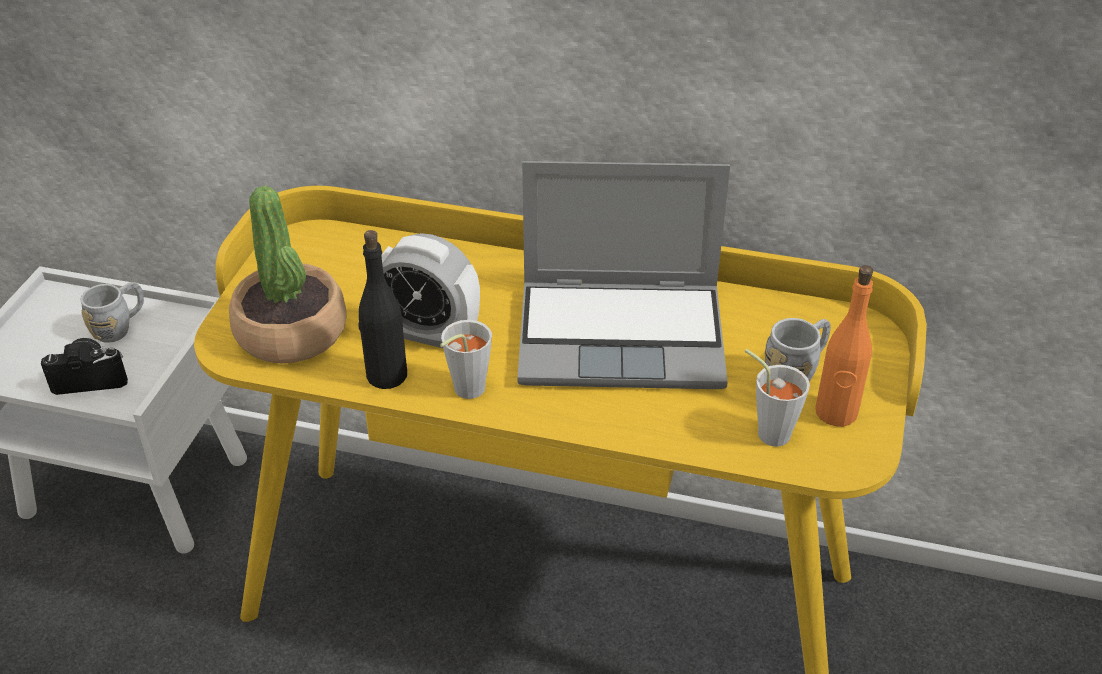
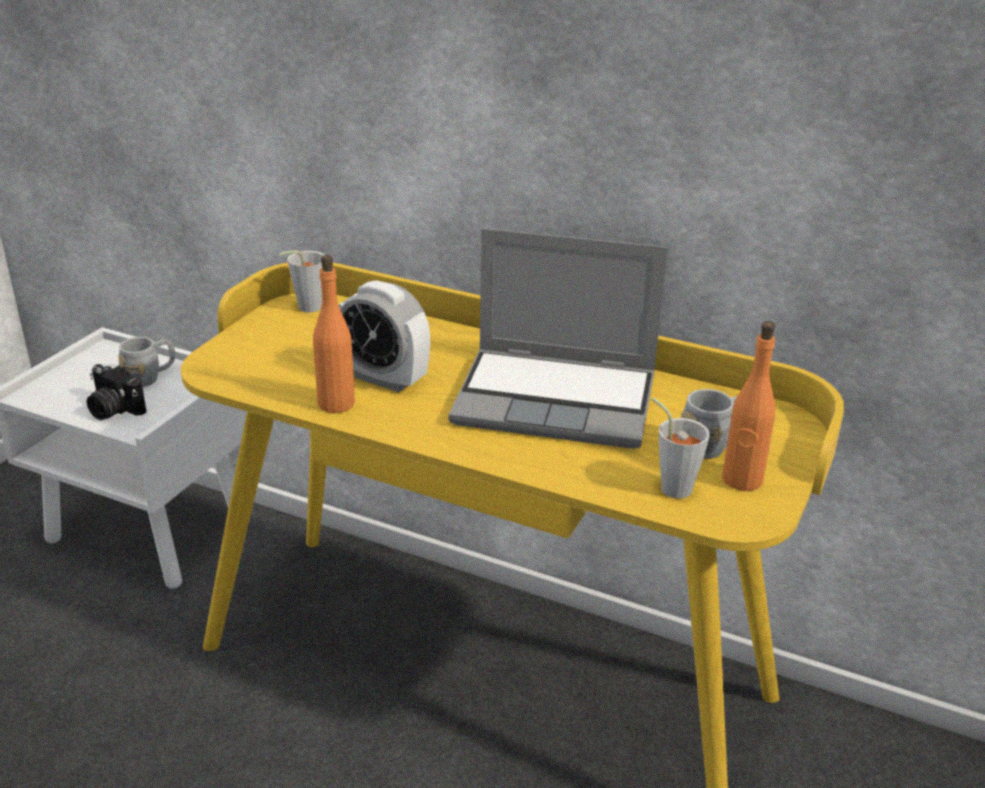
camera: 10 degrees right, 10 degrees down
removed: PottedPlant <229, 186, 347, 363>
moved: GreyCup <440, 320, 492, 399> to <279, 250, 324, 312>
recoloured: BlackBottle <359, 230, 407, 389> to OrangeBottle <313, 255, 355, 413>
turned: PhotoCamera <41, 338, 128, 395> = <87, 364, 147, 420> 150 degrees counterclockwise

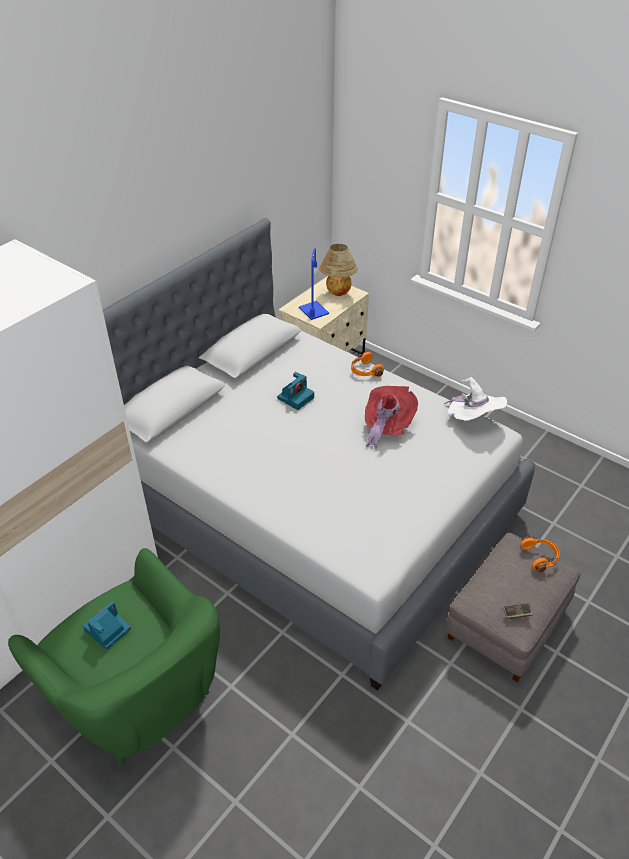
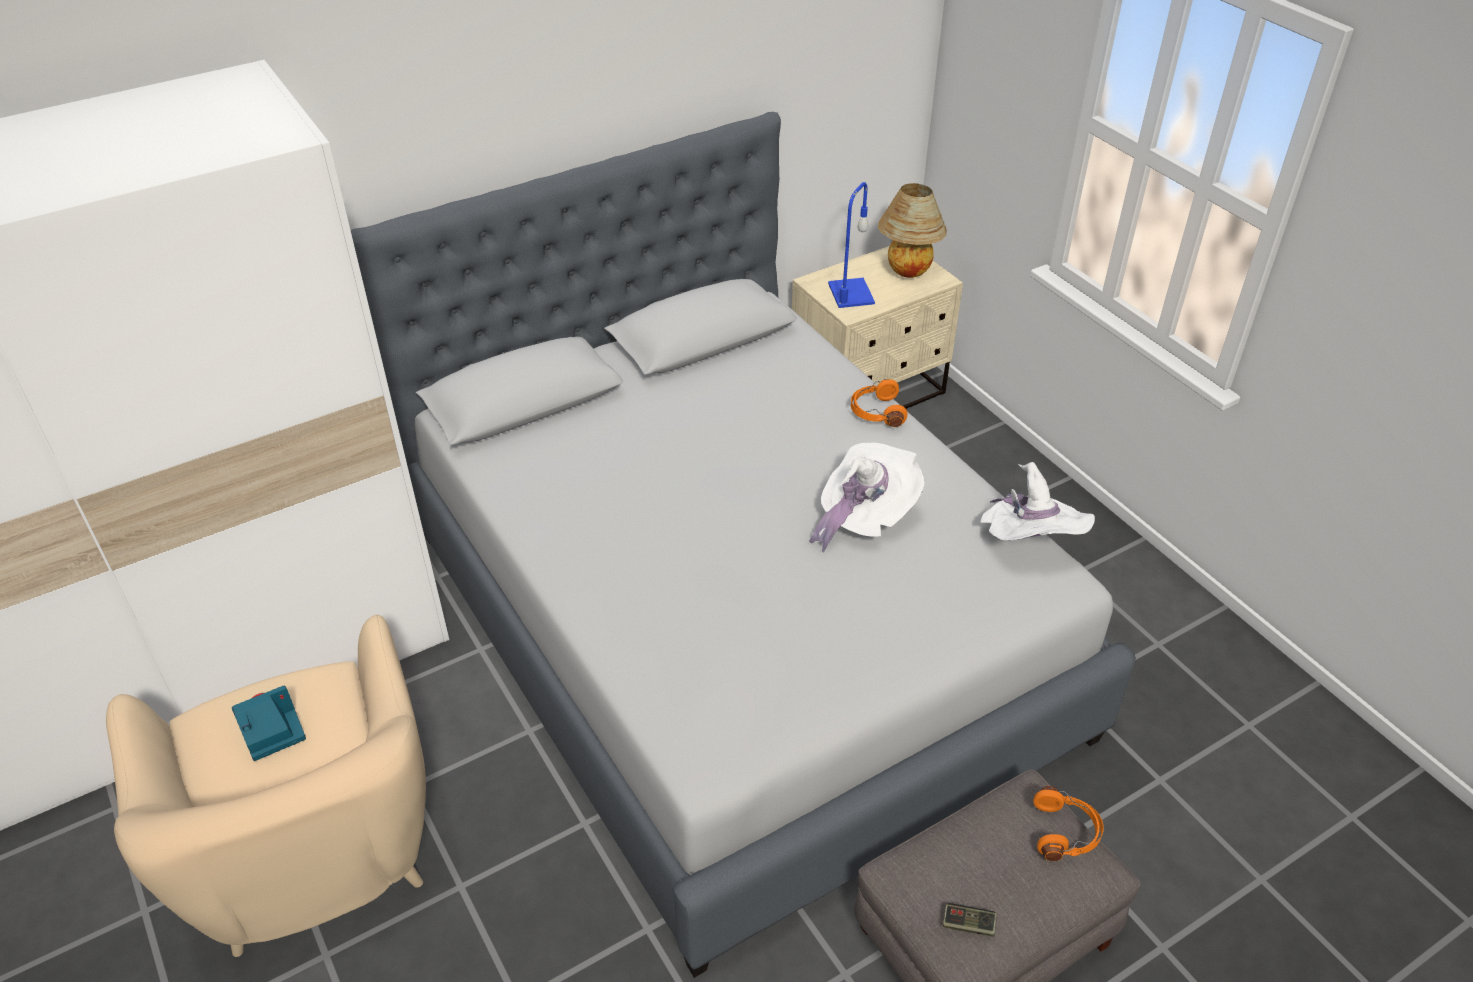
camera: 20 degrees right, 0 degrees up
removed: PhotoCamera <277, 372, 314, 410>
recoloured: GreenArmchair <8, 548, 220, 766> to BeigeArmchair <106, 615, 426, 957>; RedHat <365, 386, 418, 450> to WhiteHat <809, 443, 925, 553>

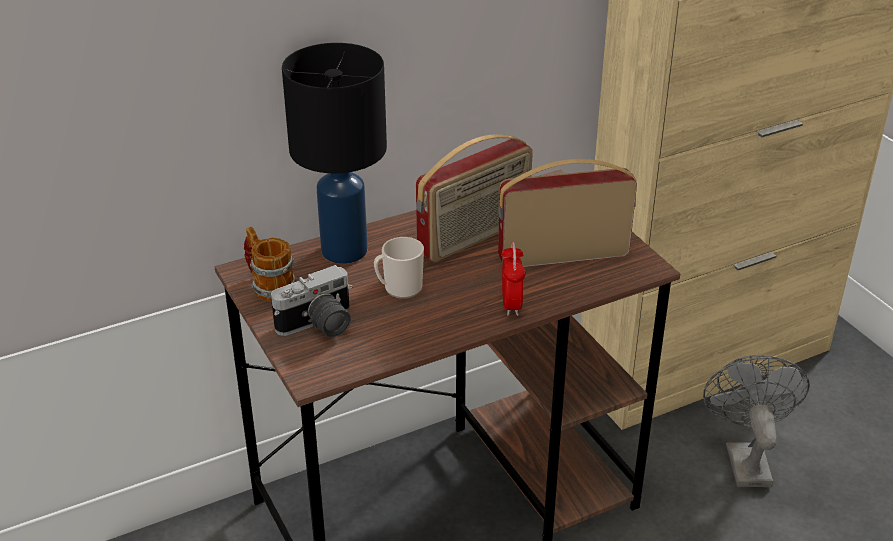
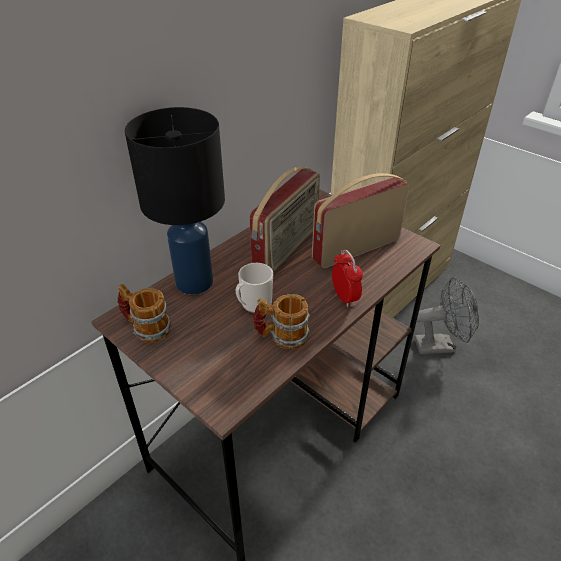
camera: 20 degrees left, 5 degrees up
removed: PhotoCamera <271, 265, 352, 337>
added: Mug <253, 294, 310, 349>
turned: GreyFan <703, 354, 810, 487> = <414, 277, 479, 354> 105 degrees clockwise

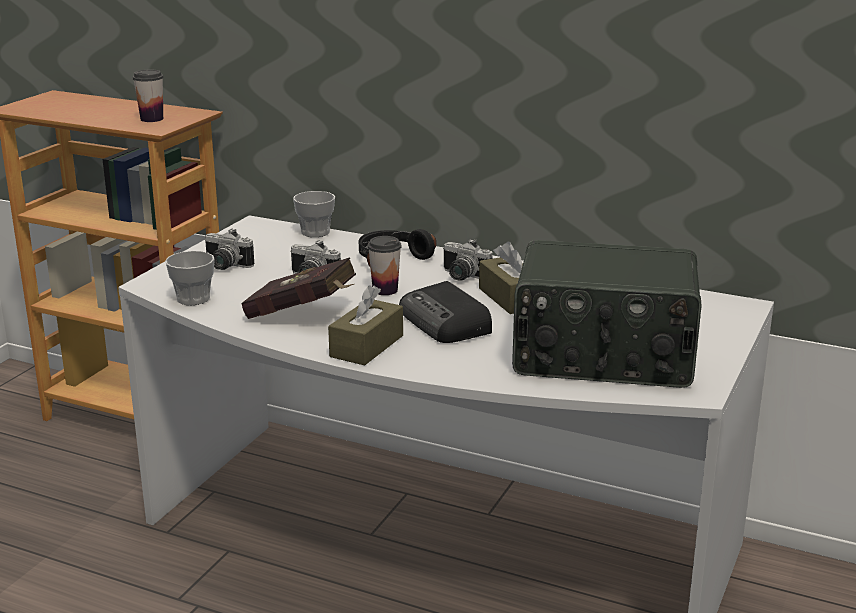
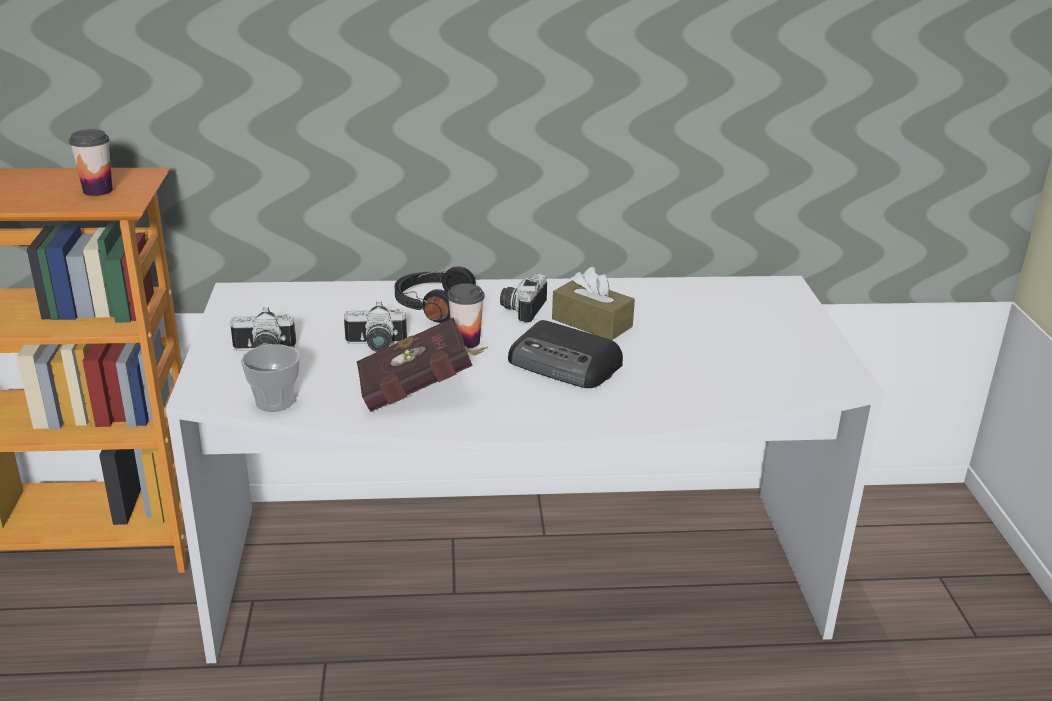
camera: 30 degrees left, 5 degrees up
removed: Cup <293, 191, 335, 237>; BrownTissueBox <328, 285, 403, 366>; Radio <512, 240, 701, 388>
turned: PhotoCamera <443, 239, 493, 281> = <500, 274, 547, 324> 105 degrees clockwise

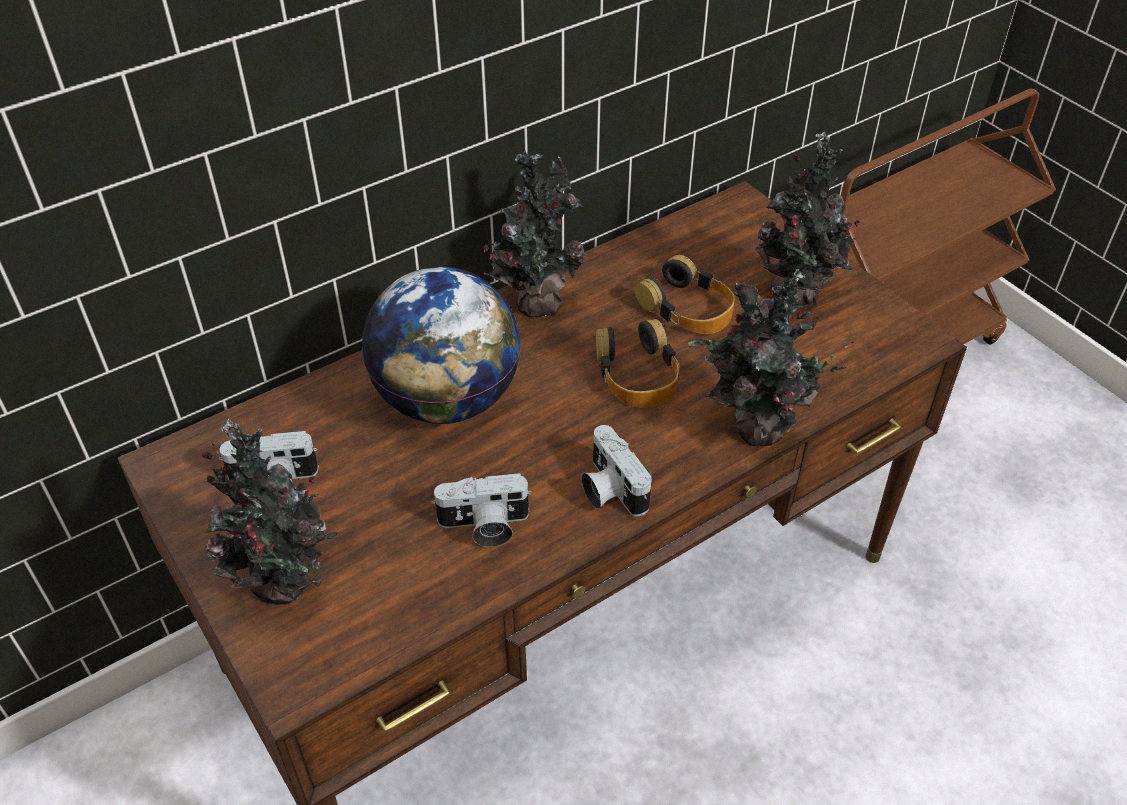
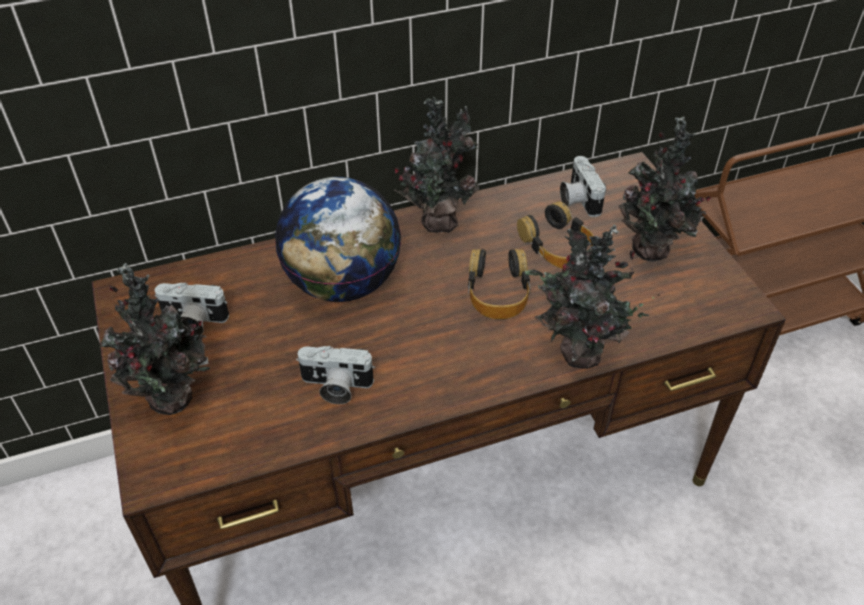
camera: 15 degrees right, 0 degrees up
moved: PhotoCamera <581, 425, 652, 517> to <560, 156, 606, 217>

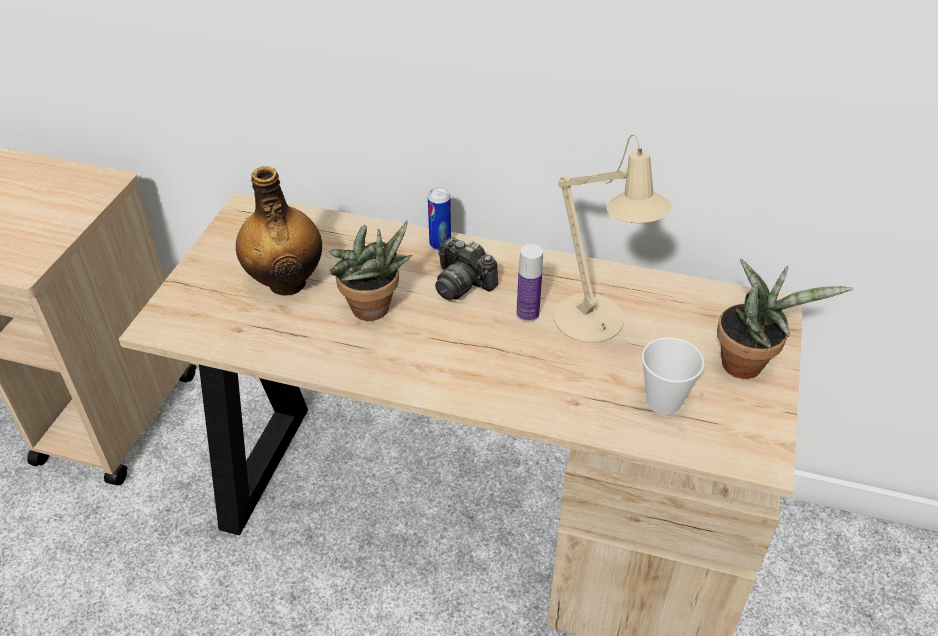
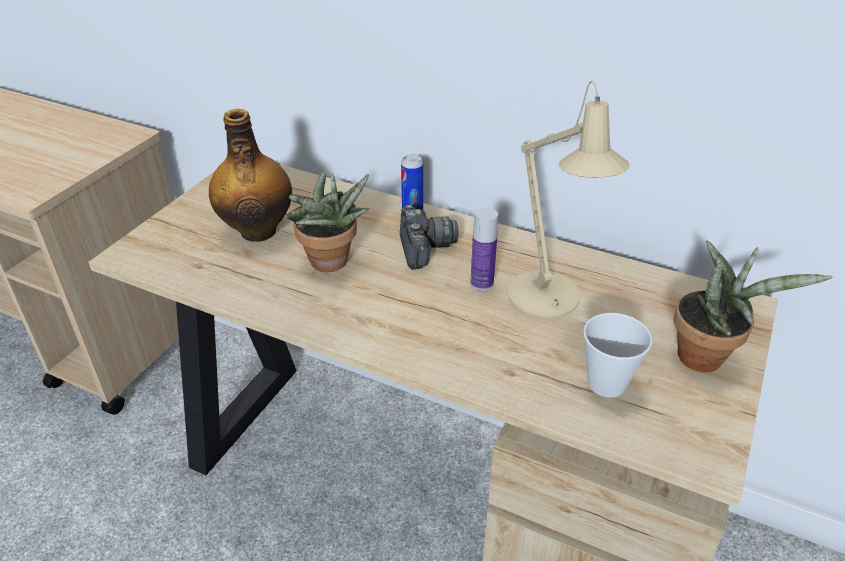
camera: 10 degrees right, 5 degrees down
turned: PhotoCamera <435, 237, 498, 300> = <400, 205, 459, 269> 150 degrees counterclockwise

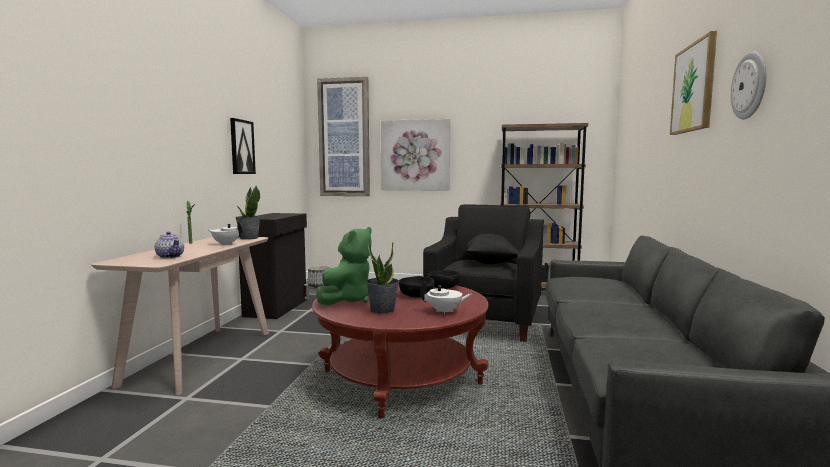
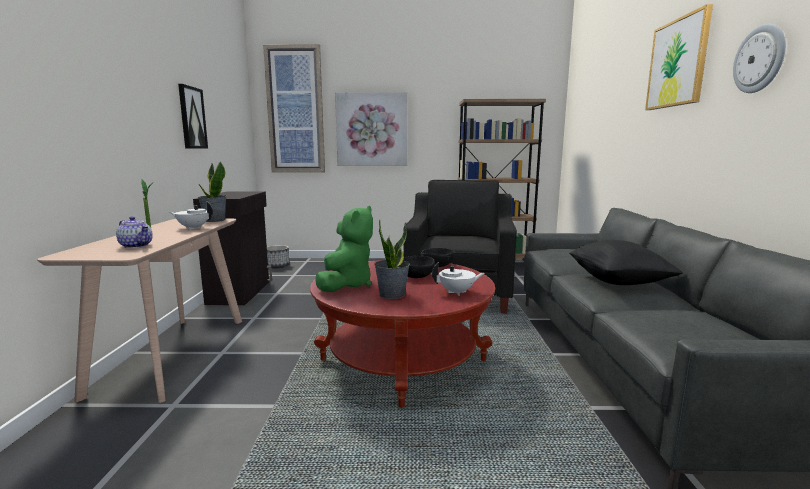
camera: 10 degrees left, 5 degrees up
moved: BlackPillow <467, 234, 519, 264> to <569, 240, 683, 285>

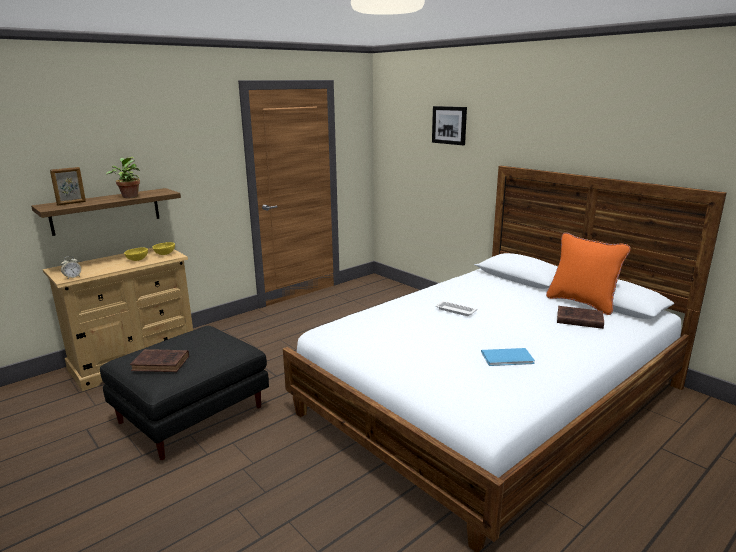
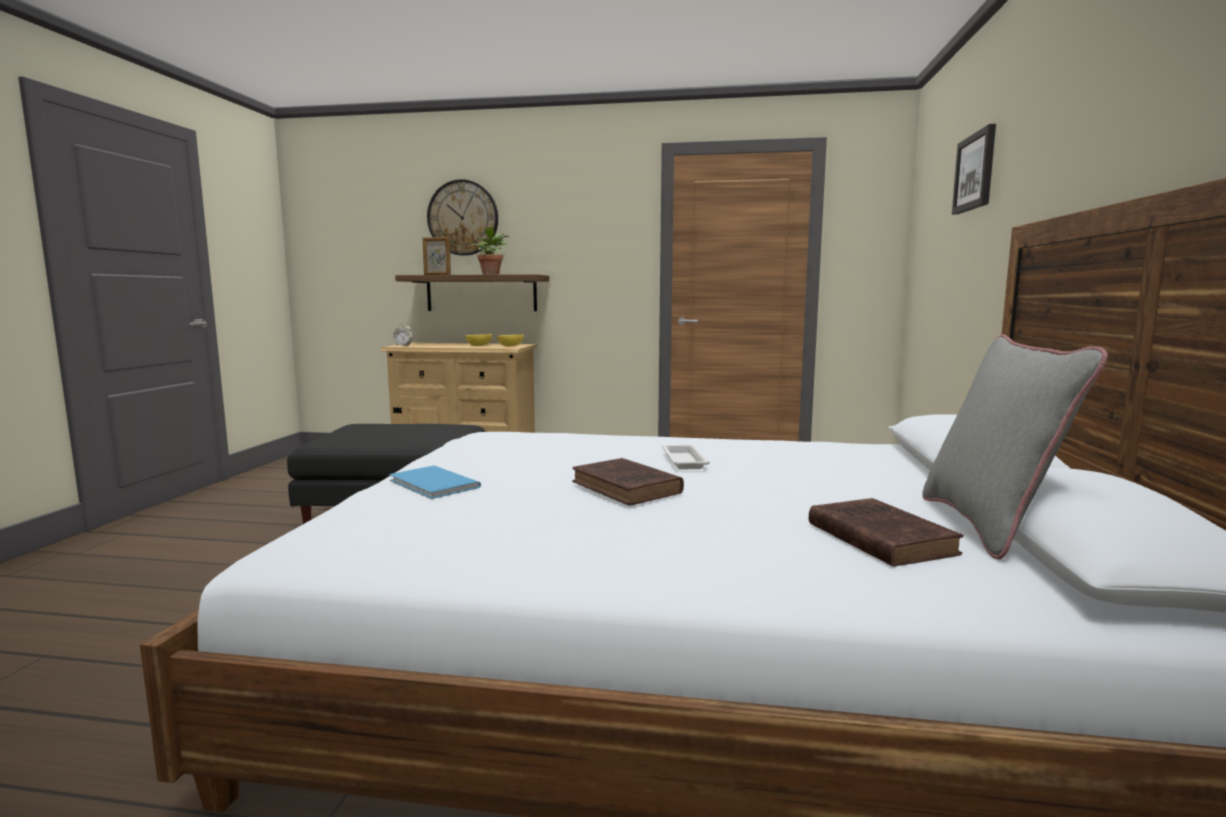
camera: 50 degrees right, 10 degrees down
added: WallClock <427, 179, 498, 256>
moved: BrownBook <130, 349, 189, 372> to <572, 458, 684, 506>; BlueBook <481, 348, 535, 366> to <389, 466, 481, 499>
recoloured: OrangePillow <546, 233, 631, 315> to GreyPillow <922, 334, 1108, 559>

